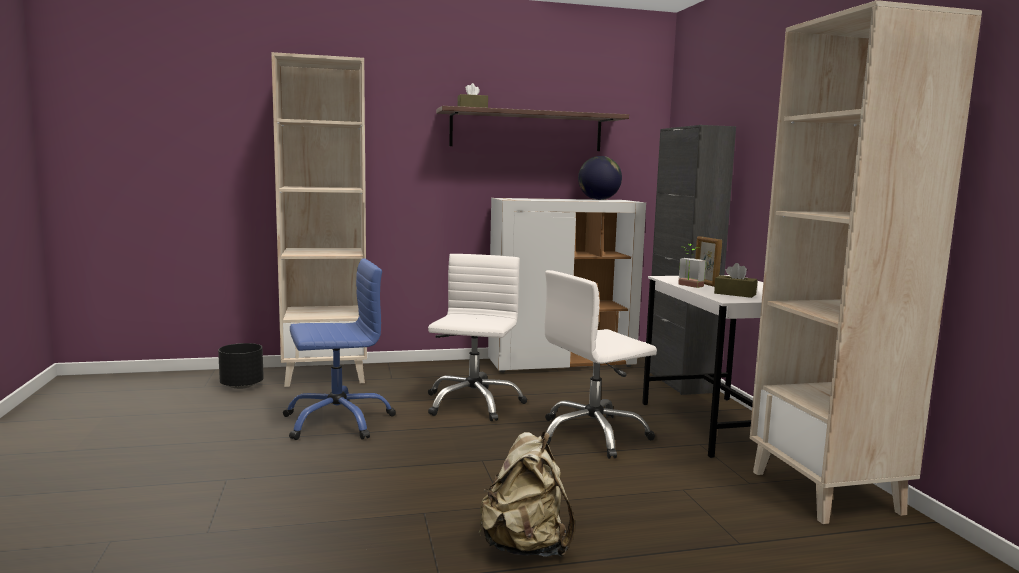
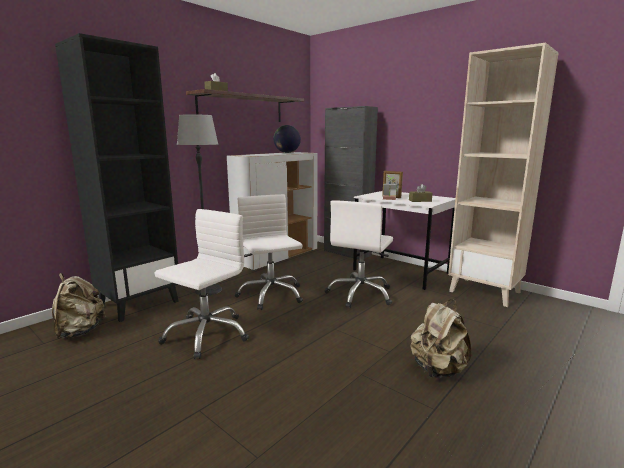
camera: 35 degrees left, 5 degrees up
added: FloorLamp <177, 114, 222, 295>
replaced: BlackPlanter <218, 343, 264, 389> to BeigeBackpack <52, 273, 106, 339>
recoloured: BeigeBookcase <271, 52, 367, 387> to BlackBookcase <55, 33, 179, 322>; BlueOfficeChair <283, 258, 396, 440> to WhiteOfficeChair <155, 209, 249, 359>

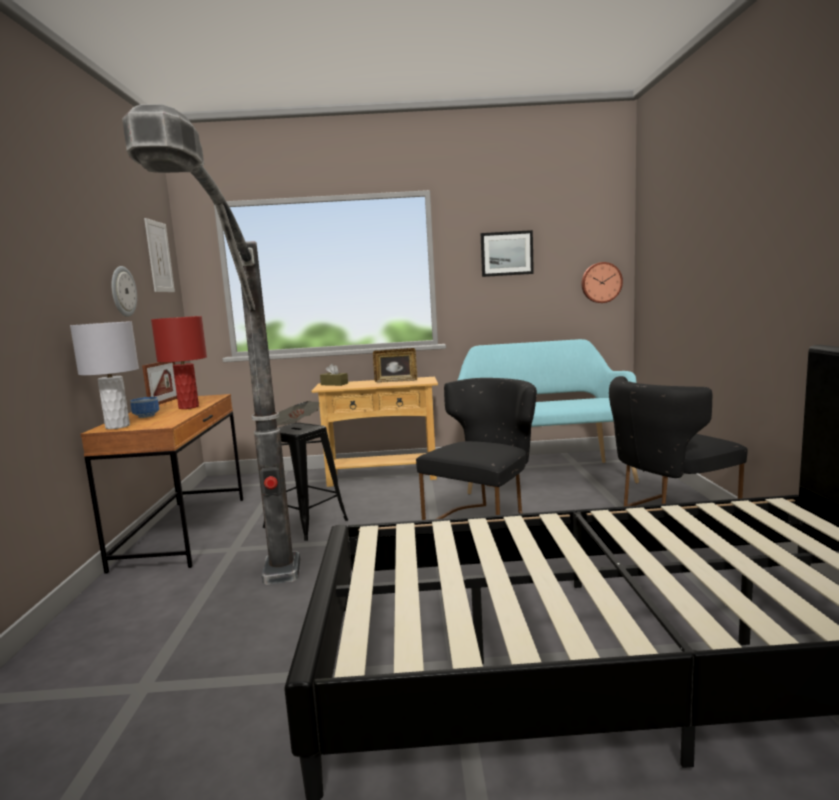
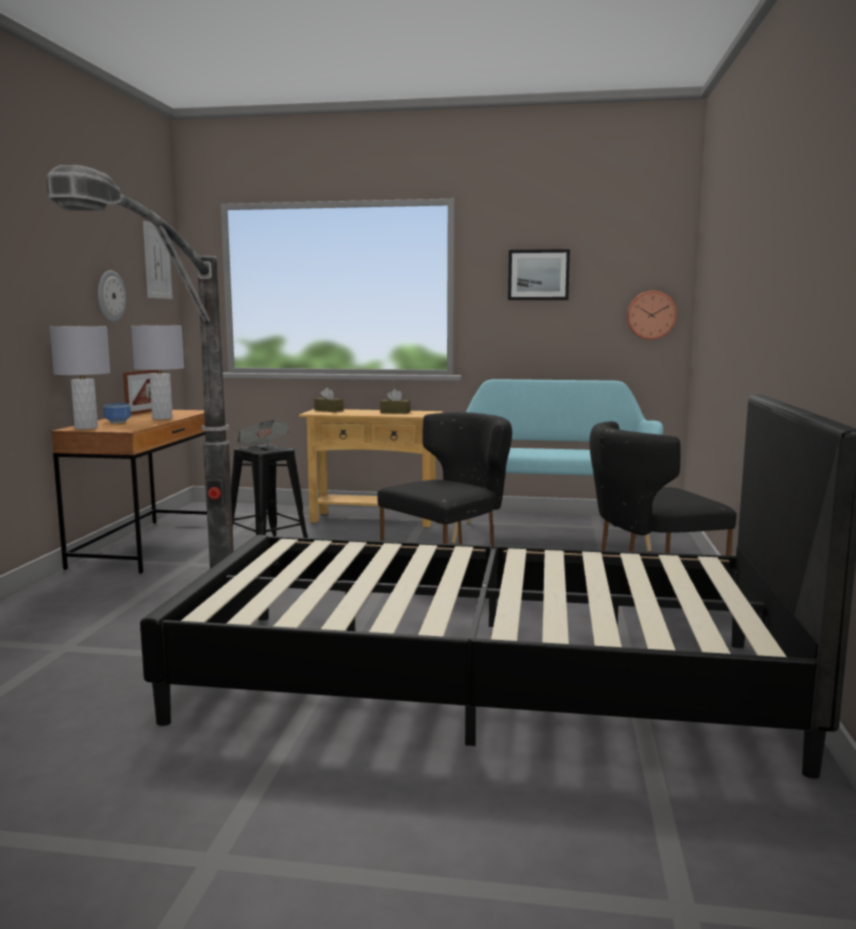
camera: 10 degrees right, 0 degrees up
replaced: PictureFrame <373, 348, 417, 383> to BrownTissueBox <380, 389, 411, 414>
recoloured: RedTableLamp <151, 316, 207, 409> to GreyTableLamp <131, 326, 184, 419>

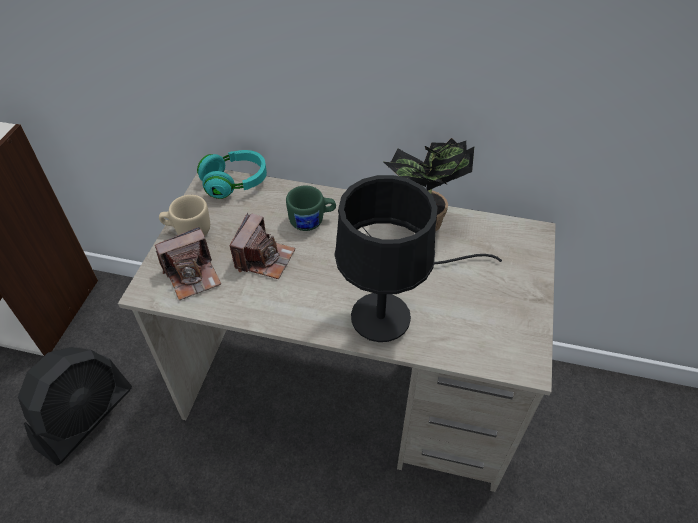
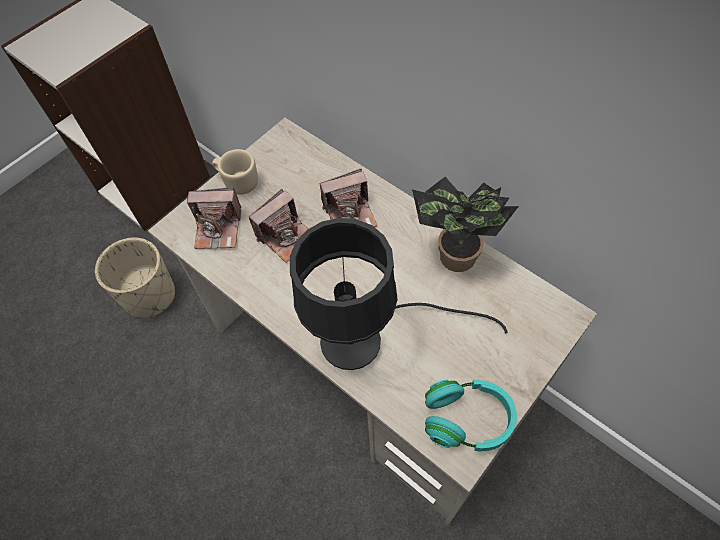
camera: 30 degrees right, 10 degrees up
moved: TurquoiseHeadphones <197, 150, 267, 199> to <425, 380, 517, 452>
replaced: BlackFan <18, 347, 132, 466> to BeigePlanter <95, 237, 175, 319>; GreenMug <286, 185, 336, 231> to PhotoCamera <320, 169, 377, 227>

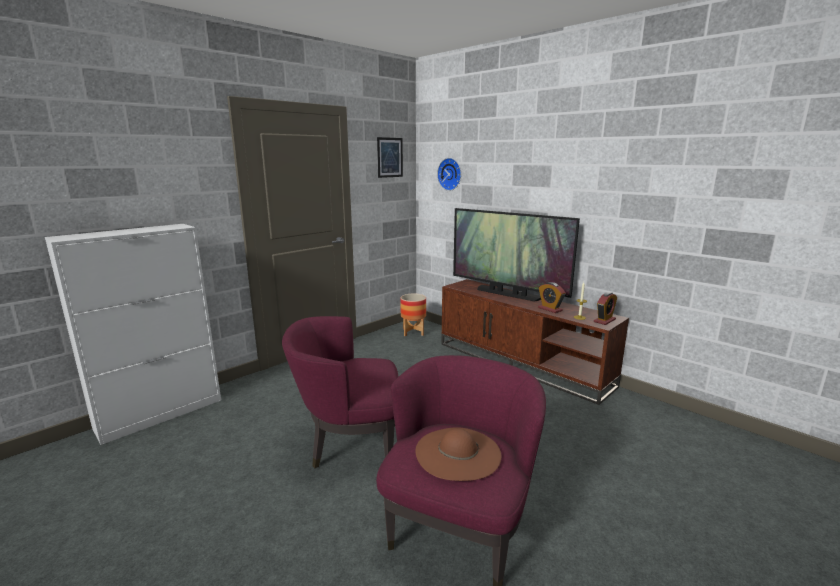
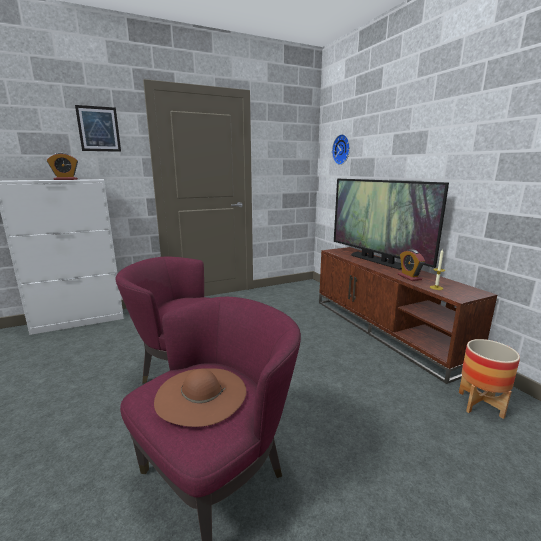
camera: 20 degrees right, 0 degrees up
moved: Picture <377, 137, 403, 178> to <75, 105, 121, 152>; Planter <400, 294, 426, 336> to <459, 339, 520, 419>; AlarmClock <594, 292, 617, 325> to <47, 153, 78, 180>

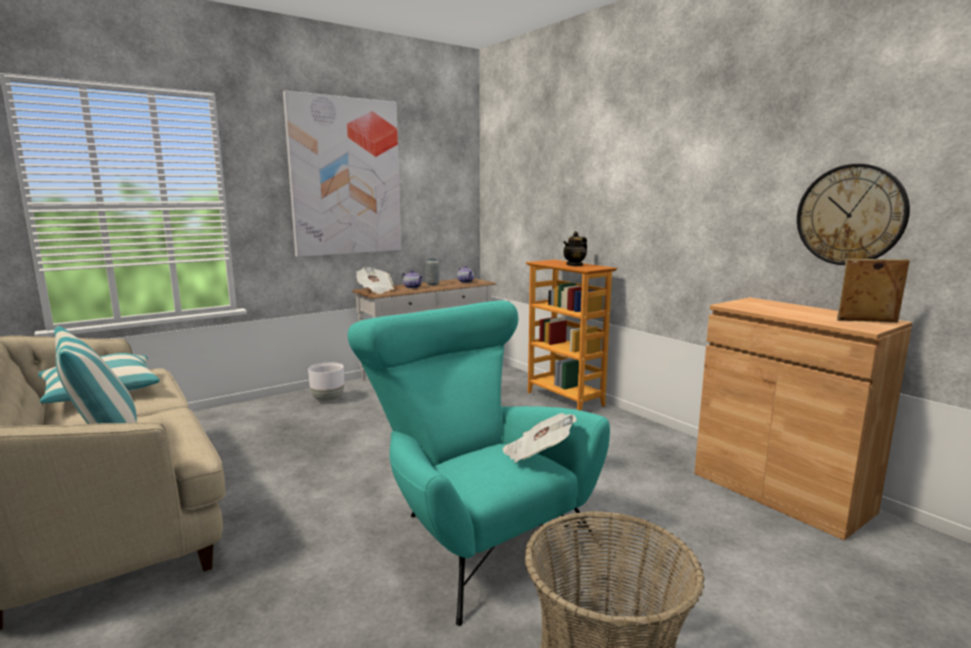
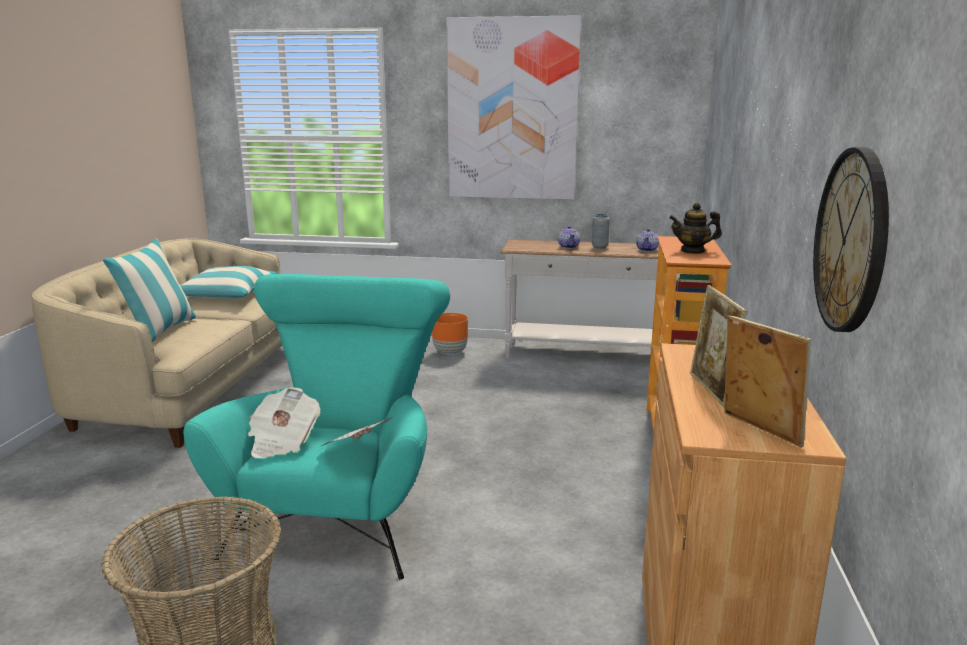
camera: 45 degrees right, 5 degrees up
added: PictureFrame <690, 285, 747, 407>
moved: Newspaper <356, 267, 394, 294> to <248, 387, 320, 458>
recoloured: WhitePlanter <308, 362, 344, 402> to OrangePlanter <432, 313, 468, 355>

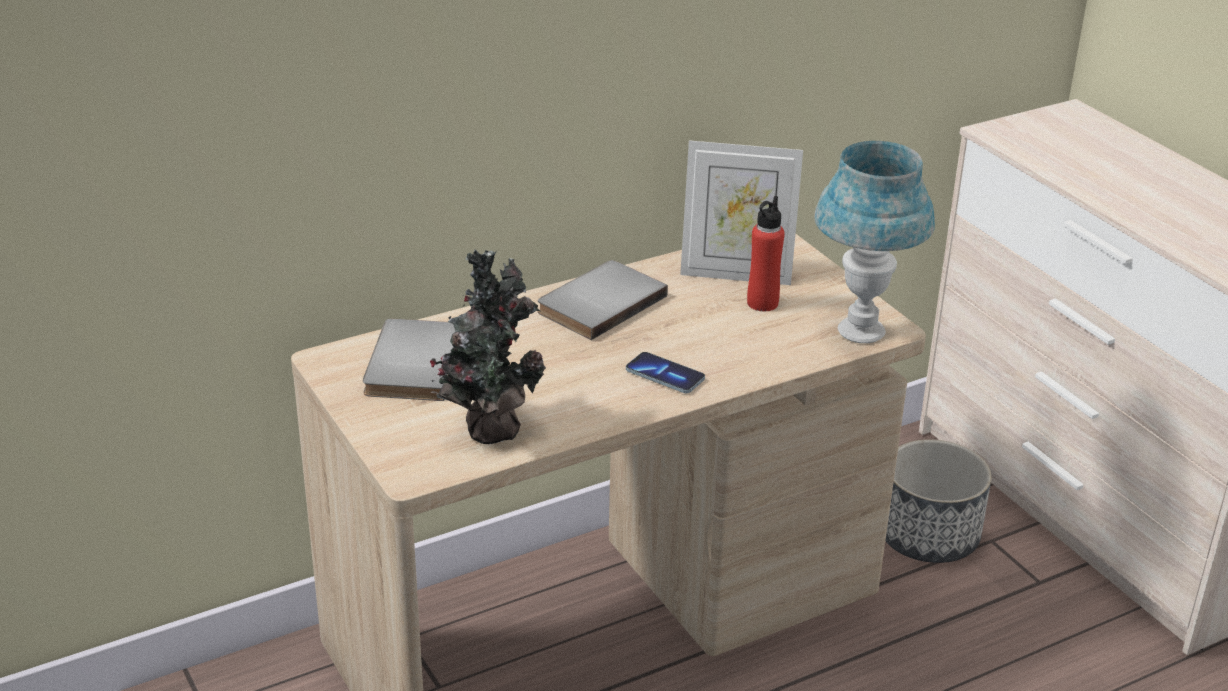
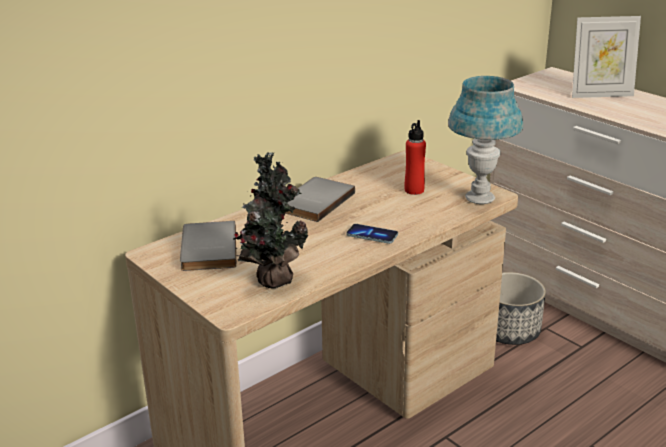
camera: 10 degrees left, 5 degrees down
moved: PictureFrame <680, 140, 803, 285> to <572, 16, 641, 98>

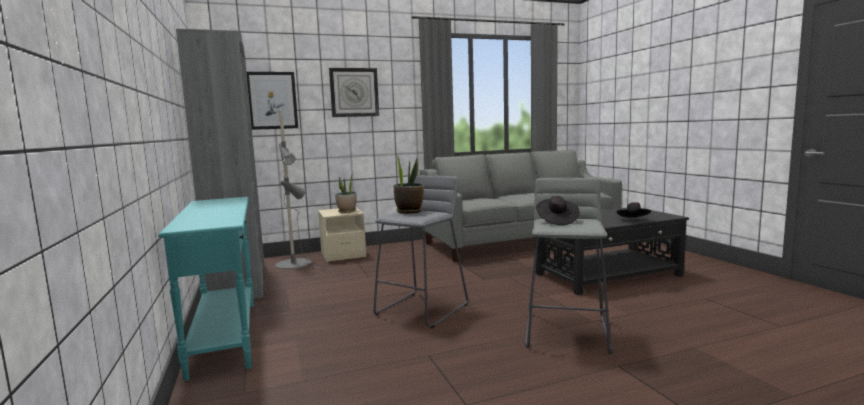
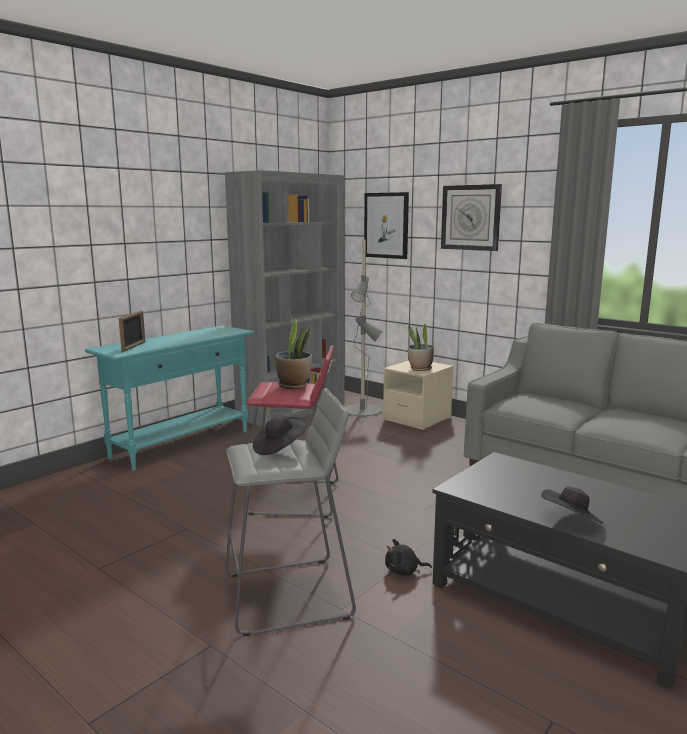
camera: 60 degrees right, 5 degrees up
added: PictureFrame <119, 310, 145, 352>; BlackPlushToy <385, 539, 432, 576>
recoloured: GreyStool <373, 175, 468, 328> to RedStool <244, 346, 338, 518>

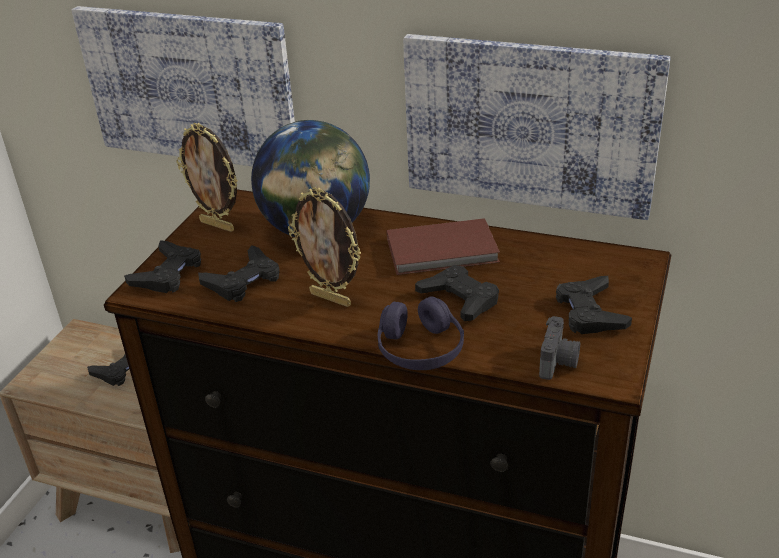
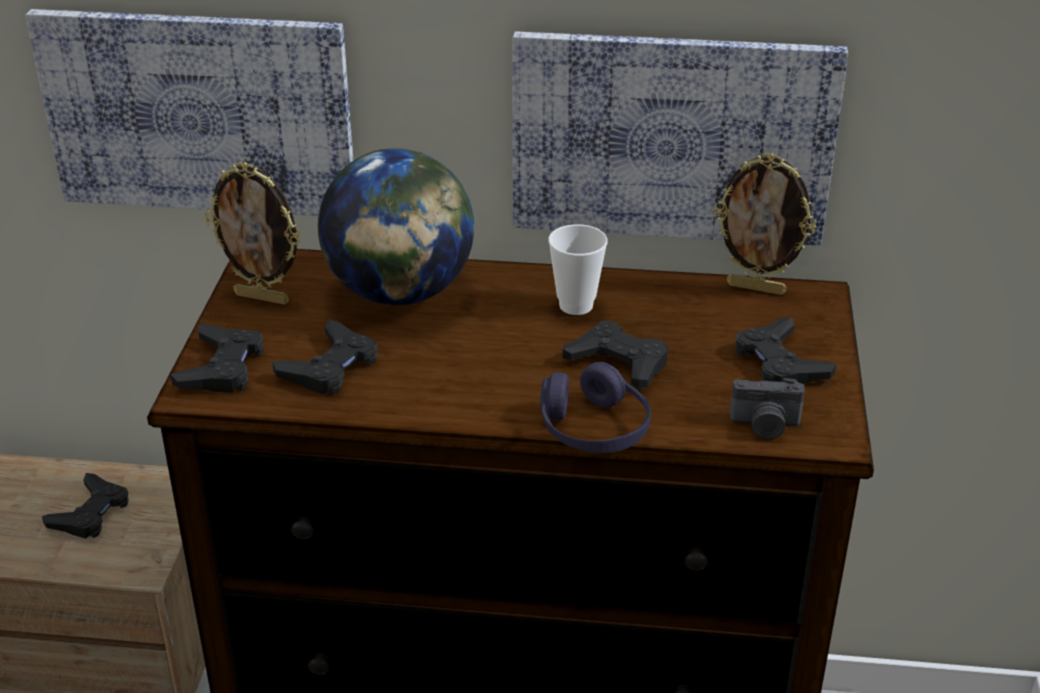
camera: 15 degrees left, 0 degrees up
moved: PictureFrame <288, 187, 361, 307> to <713, 153, 816, 295>
replaced: BrownBook <386, 218, 500, 275> to Cup <548, 224, 608, 315>
turned: PhotoCamera <539, 316, 580, 380> = <730, 378, 805, 440> 90 degrees clockwise

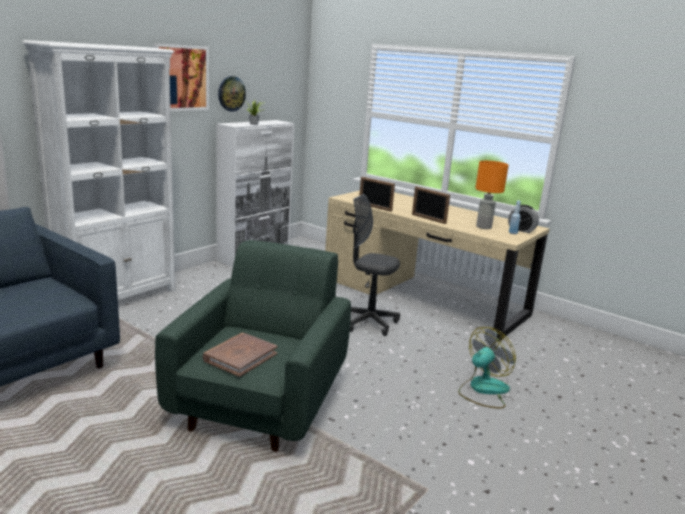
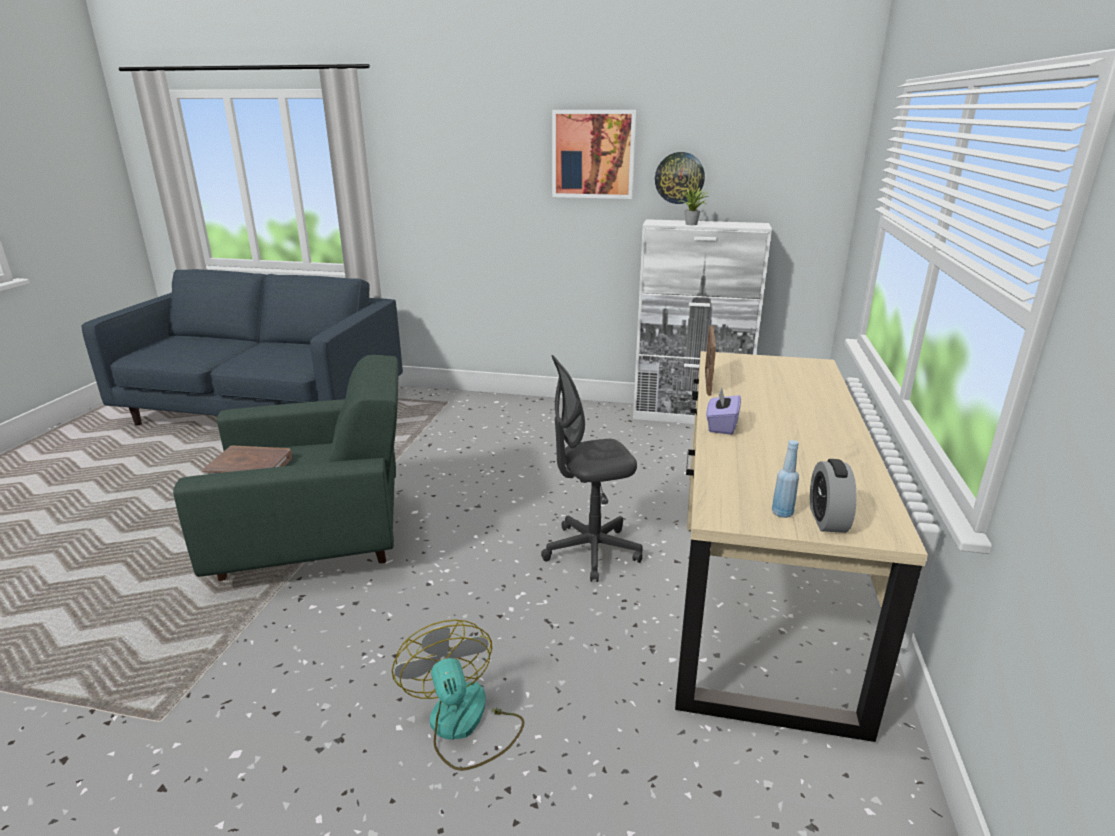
camera: 65 degrees right, 5 degrees up
removed: WhiteBookcase <22, 40, 176, 300>; OrangeTableLamp <475, 161, 509, 229>
replaced: PictureFrame <412, 186, 450, 224> to PurpleTissueBox <706, 388, 741, 435>
turned: GreyOfficeChair <350, 194, 400, 336> = <541, 355, 643, 582> 105 degrees counterclockwise; Fan <458, 327, 516, 409> = <392, 619, 524, 771> 135 degrees counterclockwise

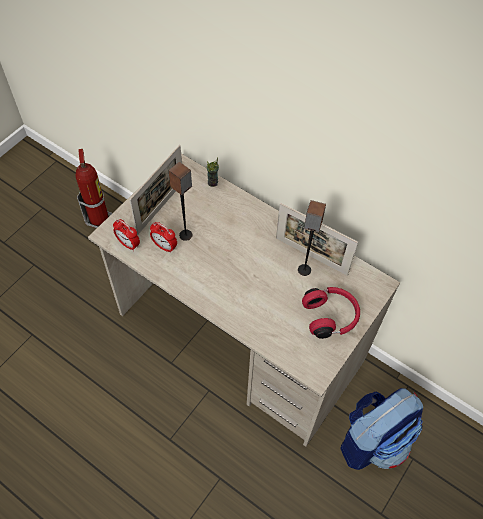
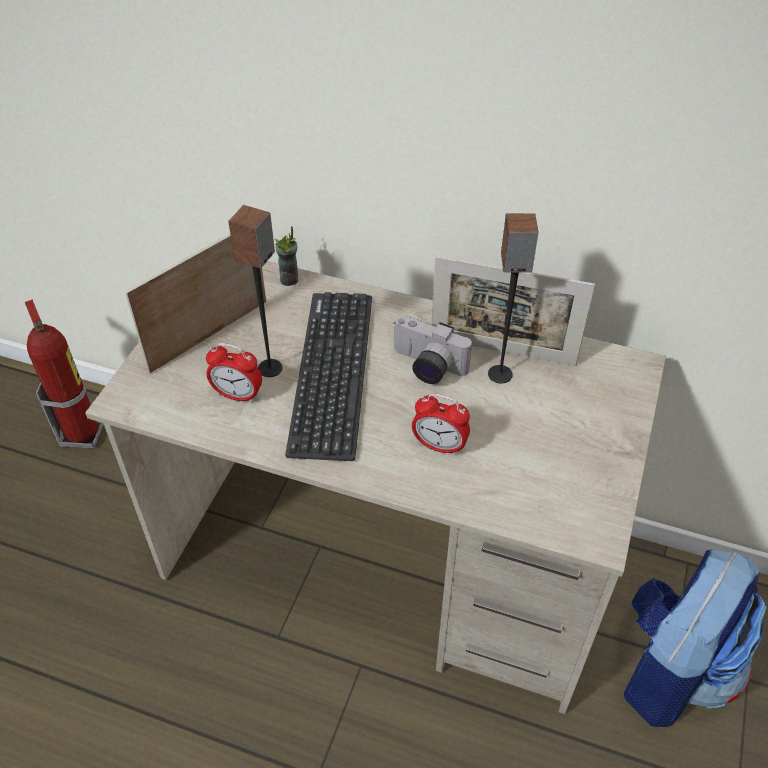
camera: 15 degrees left, 10 degrees down
removed: RedHeadphones <302, 287, 360, 339>
added: Keyboard <285, 292, 372, 461>; PhotoCamera <393, 315, 472, 384>
moved: AlarmClock <113, 219, 140, 251> to <412, 393, 470, 456>
turned: PictureFrame <129, 144, 182, 235> = <125, 234, 267, 373> 150 degrees counterclockwise

